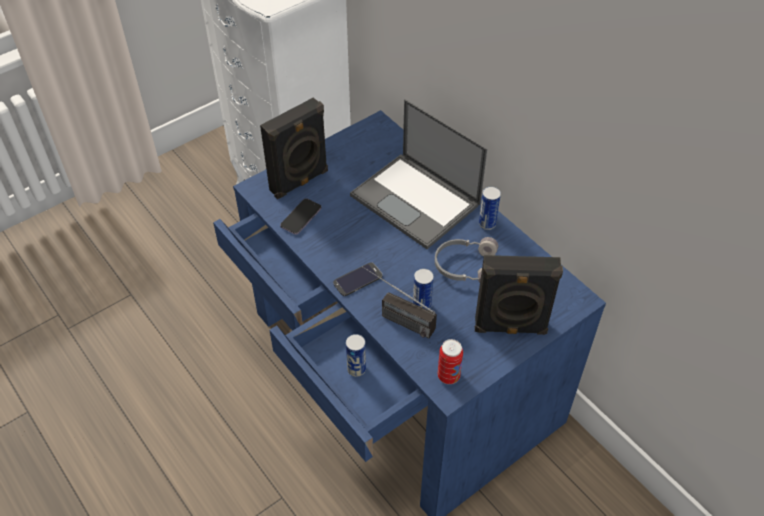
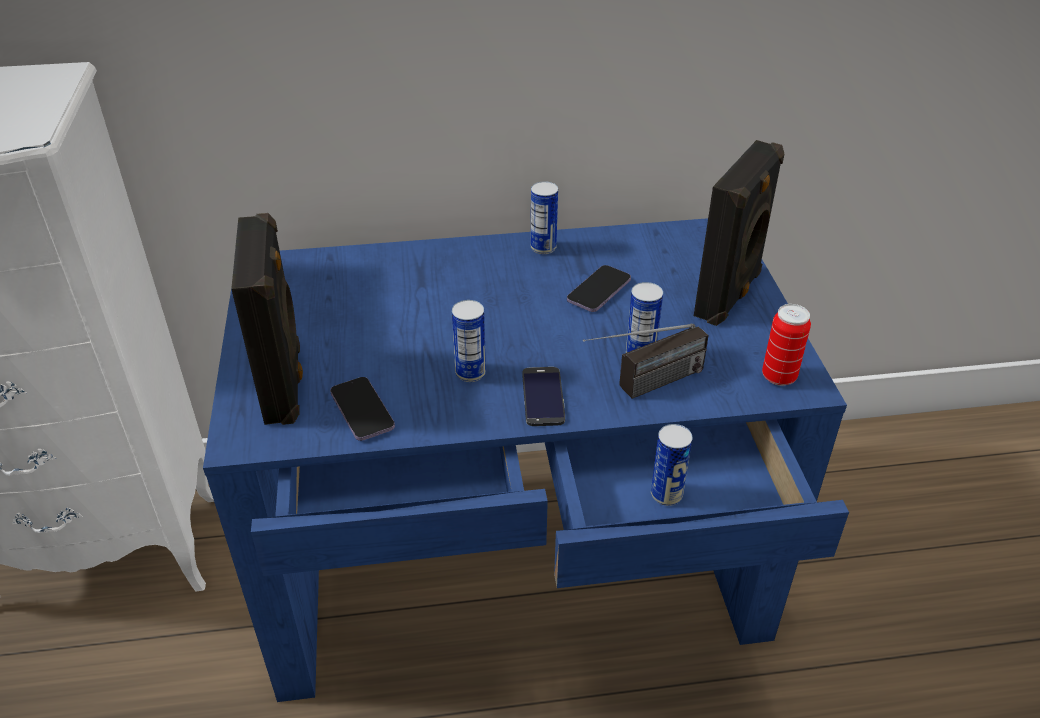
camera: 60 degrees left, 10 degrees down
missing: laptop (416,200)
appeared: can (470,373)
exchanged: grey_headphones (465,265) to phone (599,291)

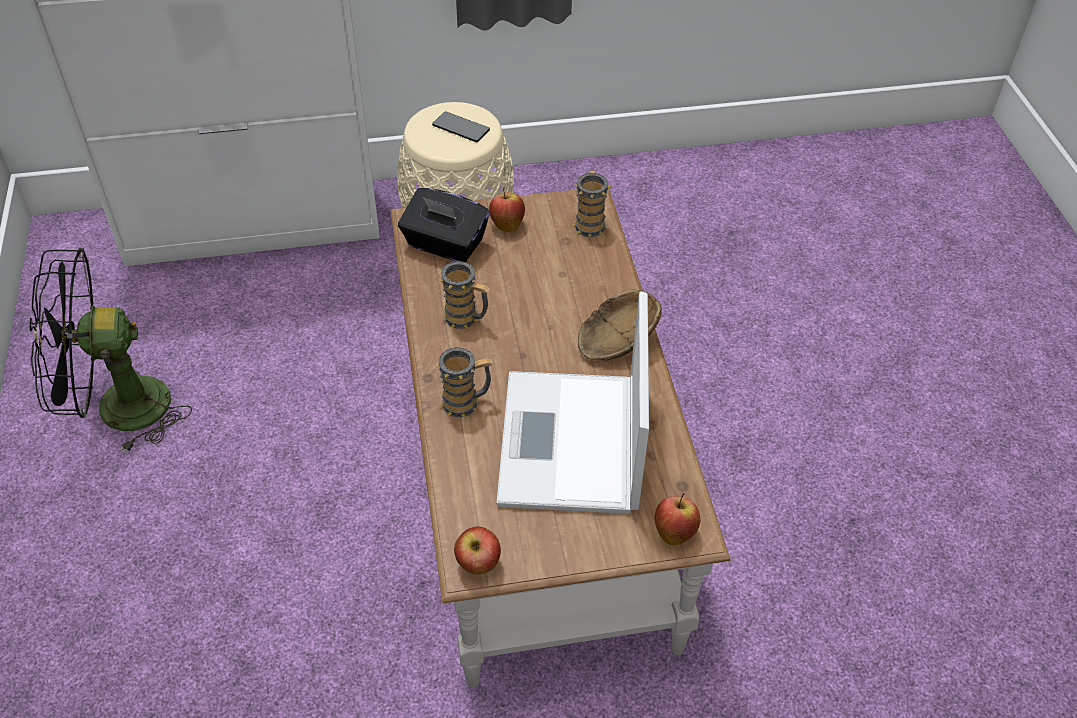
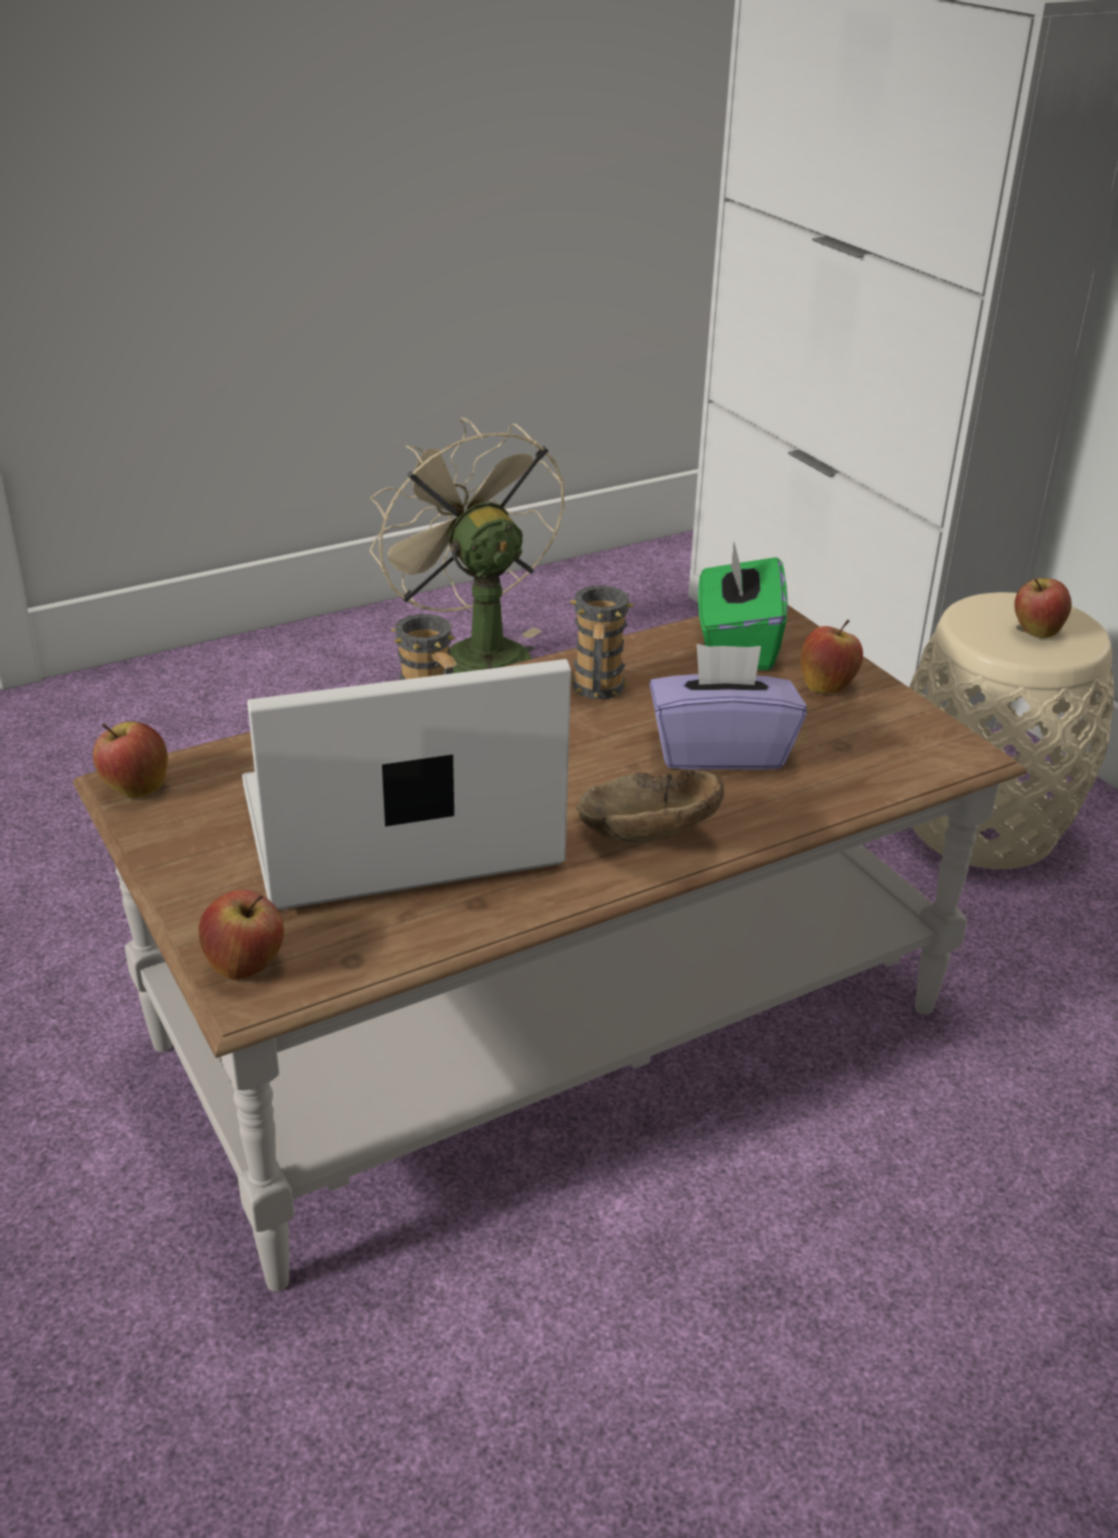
camera: 70 degrees right, 15 degrees down
missing: mug (590,222)
appeared: purple_tissue_box (720,751)
exchanged: phone (461,128) to apple (1036,632)
colour: black_fan (117,409) to beige_fan (473,654); black_tissue_box (444,244) to green_tissue_box (736,645)

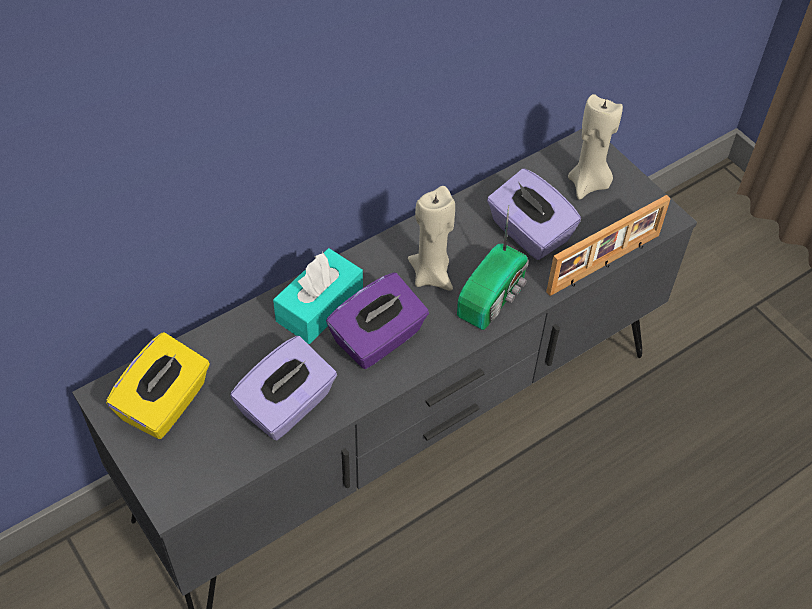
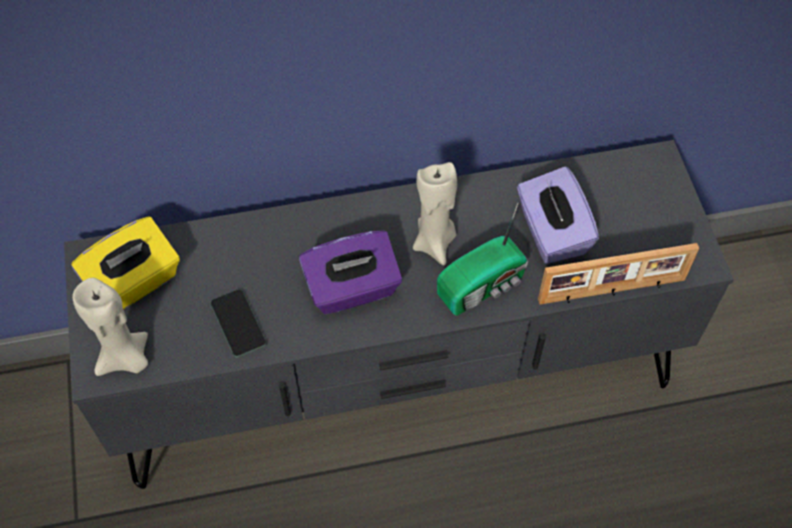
camera: 25 degrees right, 5 degrees up
missing: turquoise_tissue_box (319,306)
relocated: beige_candle (588,184) to (126,359)
exchanged: purple_tissue_box (287,406) to phone (238,323)

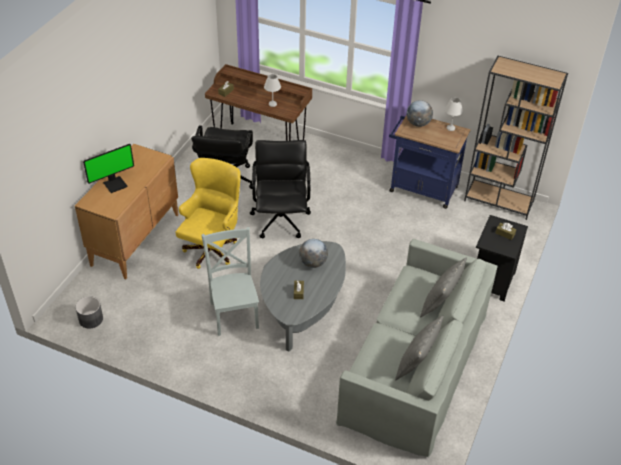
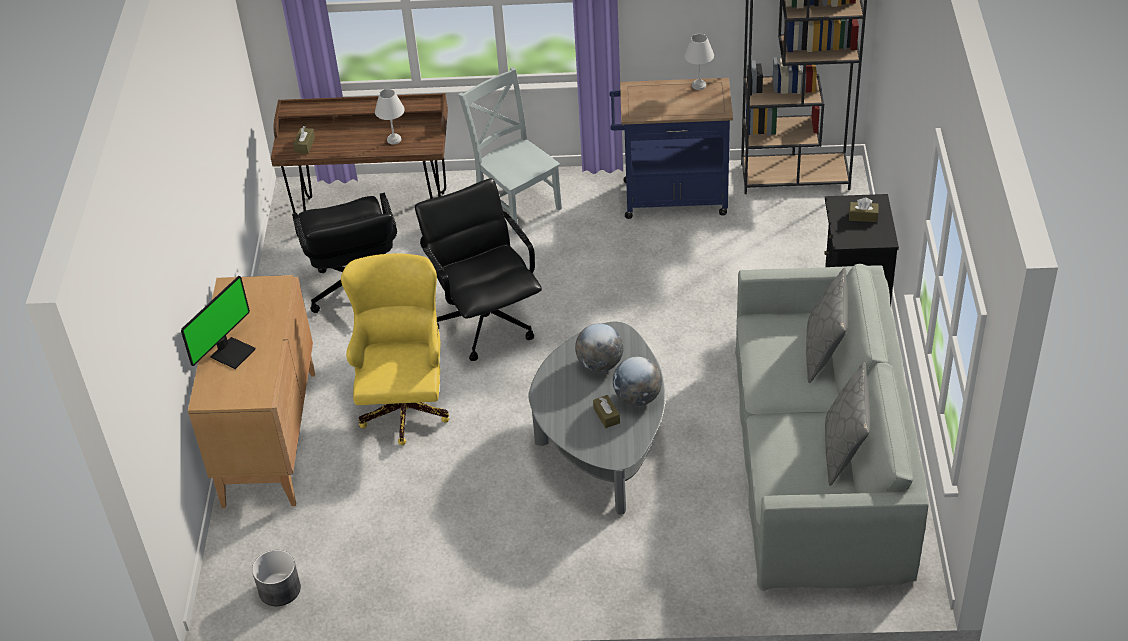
camera: 20 degrees left, 0 degrees up
relocated: grey_chair (234,313) to (517,203); globe (418,124) to (638,398)

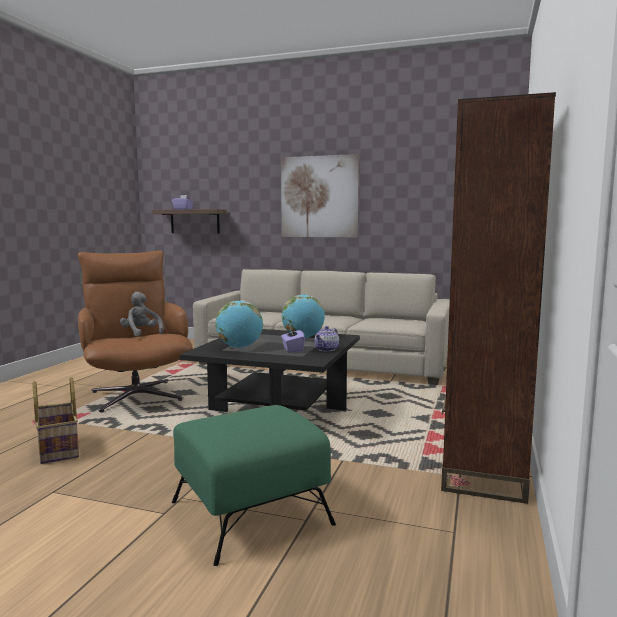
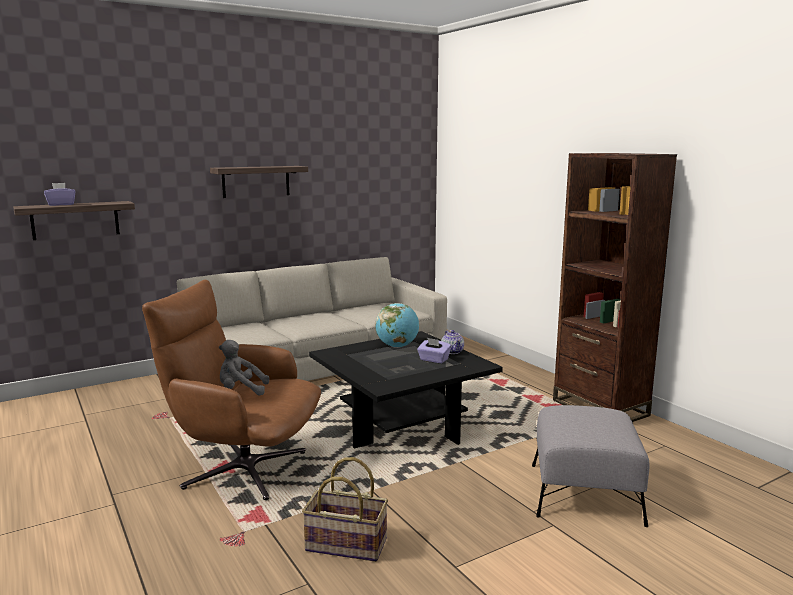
camera: 50 degrees left, 5 degrees up
missing: globe (240,347)
exchanged: picture (319,197) to shelf (256,181)
colour: green_ottoman (249,513) to grey_ottoman (584,494)

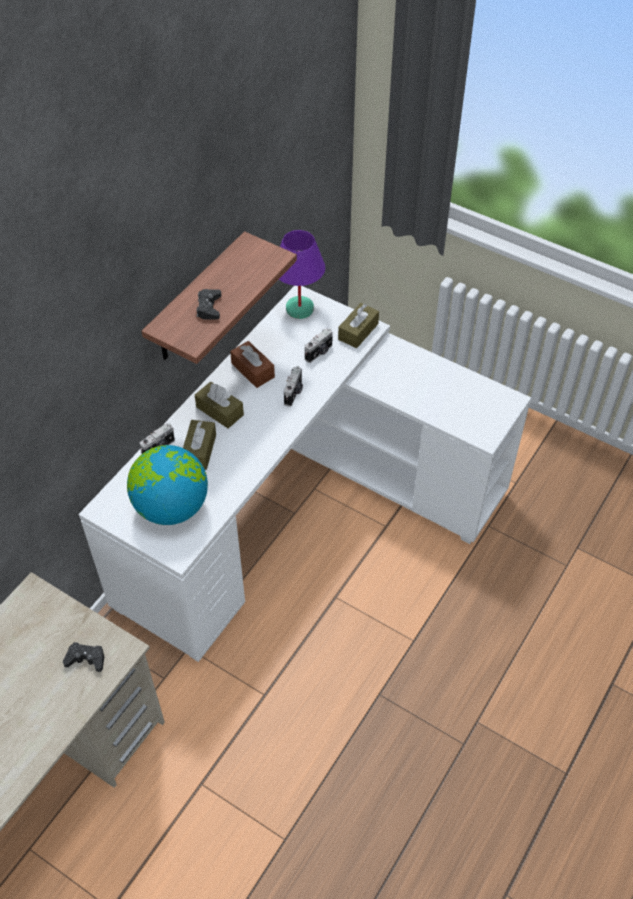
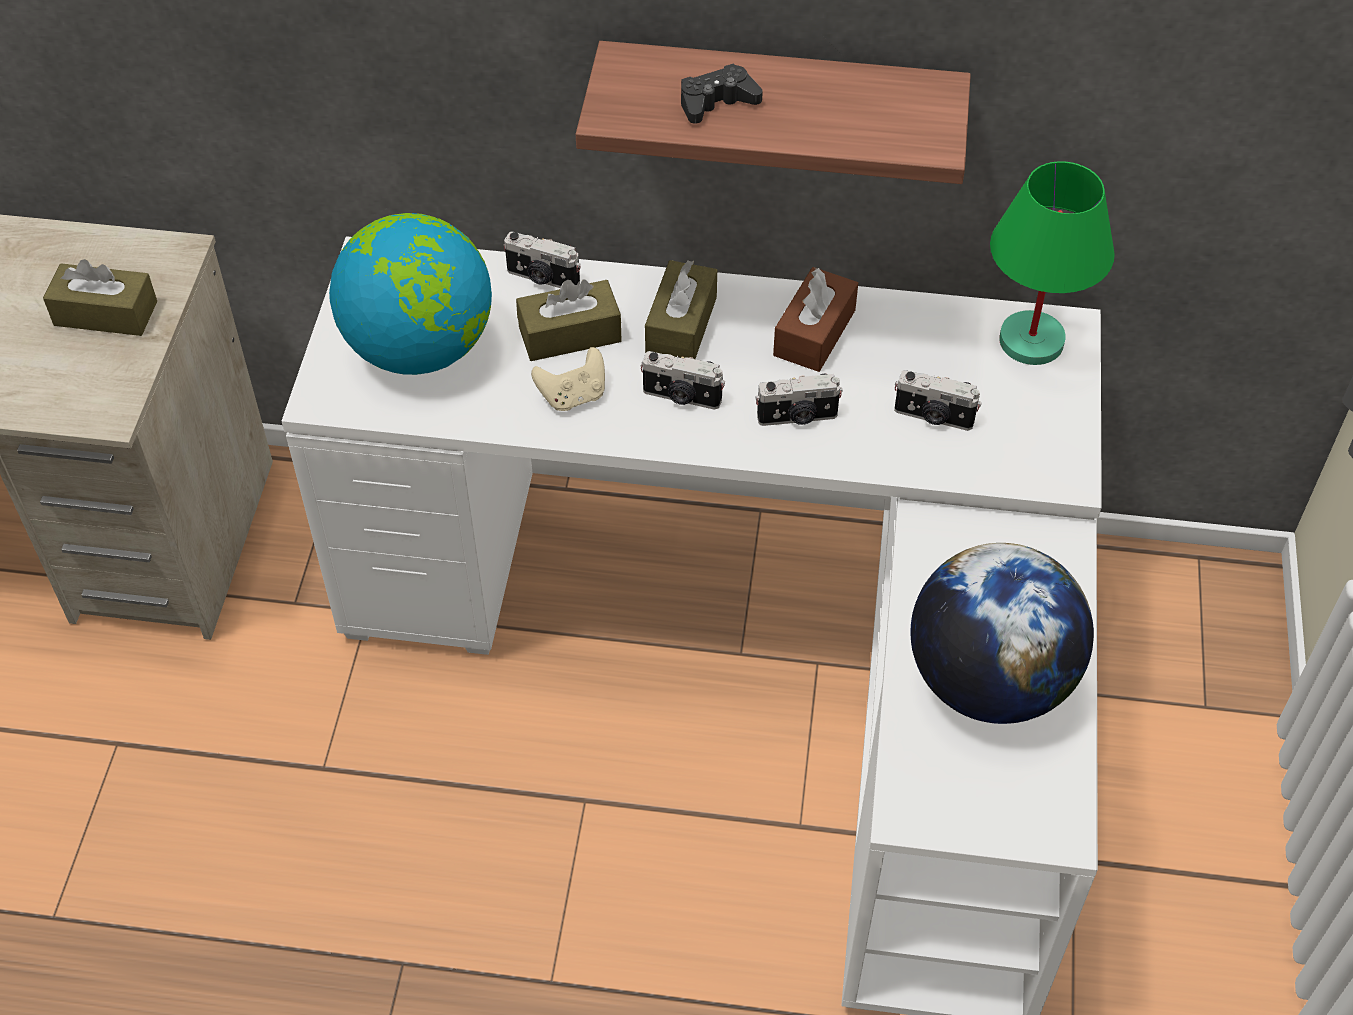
camera: 65 degrees right, 0 degrees up
missing: black_game_controller (86,659)
appeared: beige_game_controller (573,396); photo_camera (681,397); globe (989,682)
relocated: brown_tissue_box (358,331) to (105,313)
colour: purple_table_lamp (299,308) to green_table_lamp (1032,340)

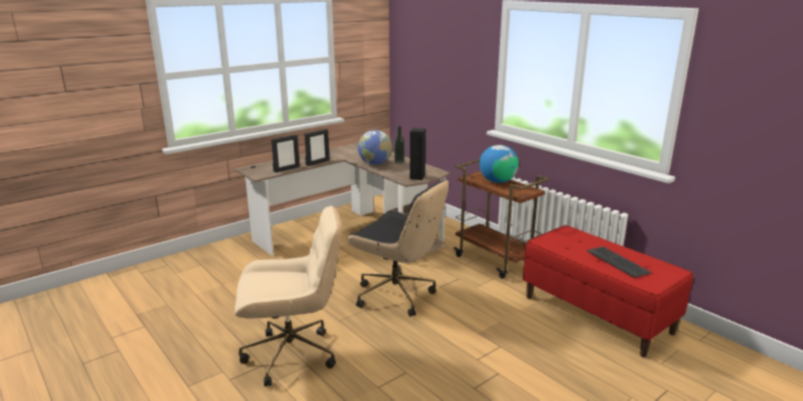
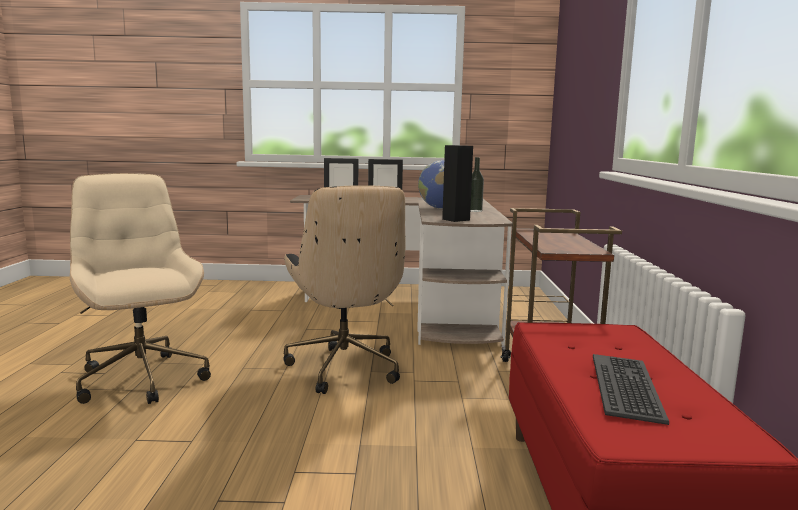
camera: 40 degrees right, 10 degrees down
missing: globe (497,181)
spun: beige_office_chair (294,355) = (141,377) 150 degrees counterclockwise

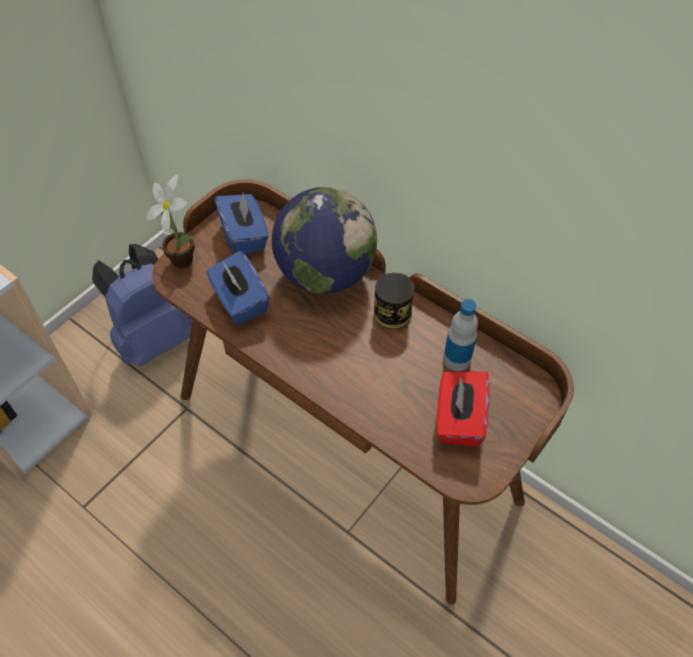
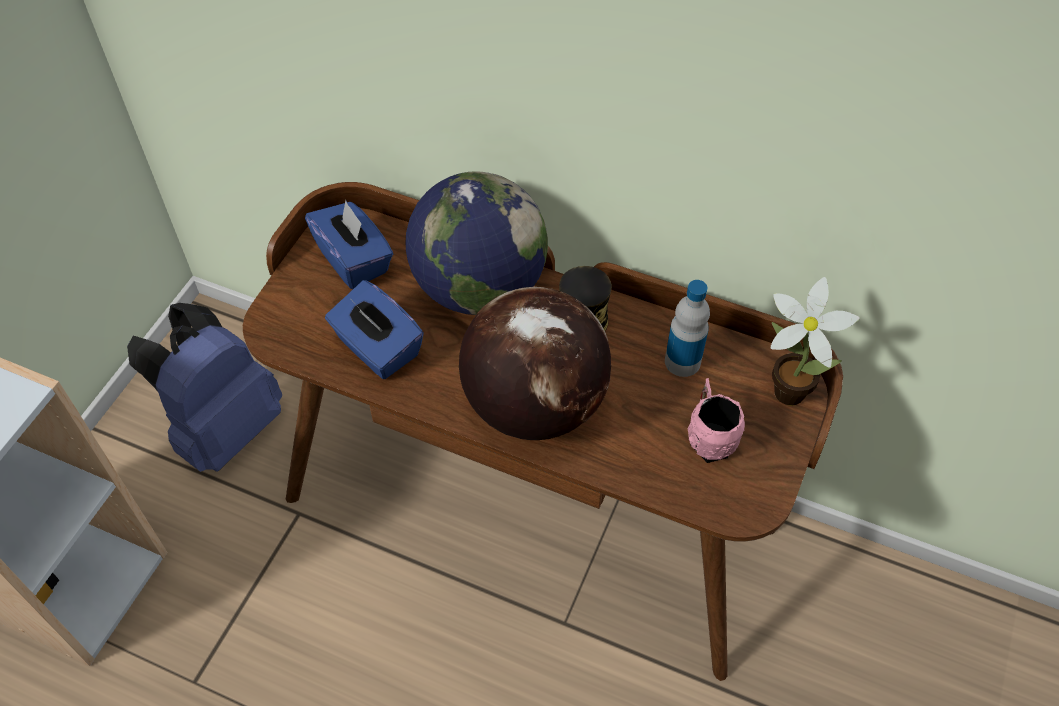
camera: 15 degrees left, 0 degrees up
appeared: globe (533,405)
relocated: potted_plant (181,257) to (785,388)
exchanged: red_tissue_box (458,420) to pink_mug (709,437)

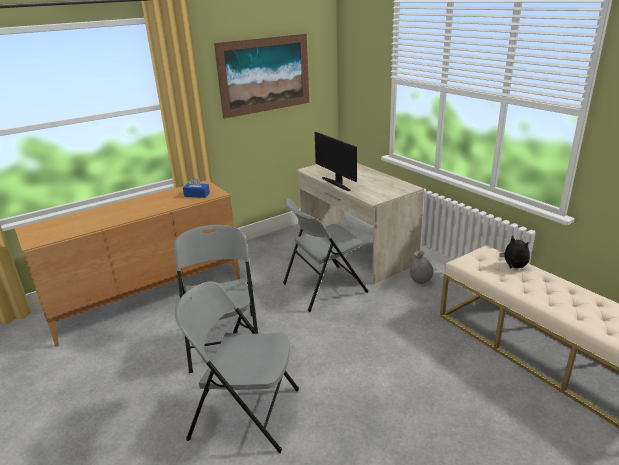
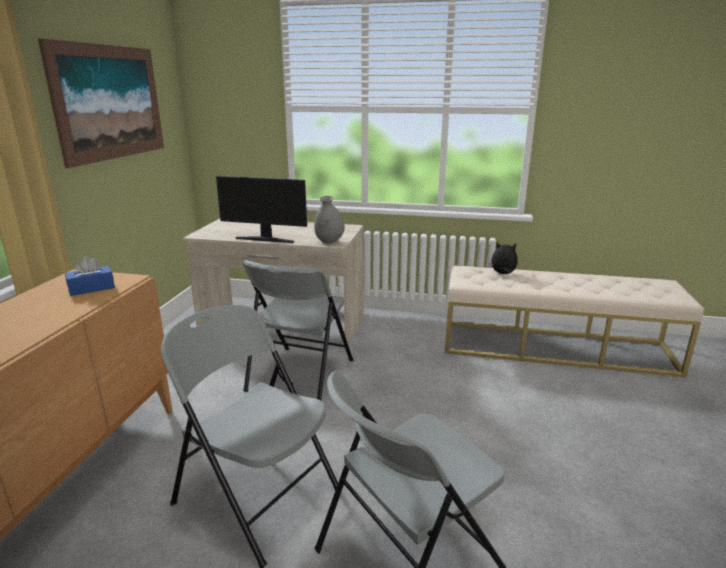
camera: 45 degrees left, 5 degrees down
relocated: grey_vase (420,281) to (329,242)

